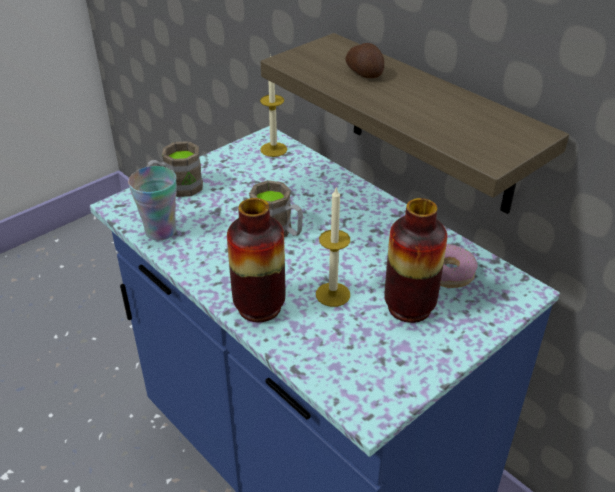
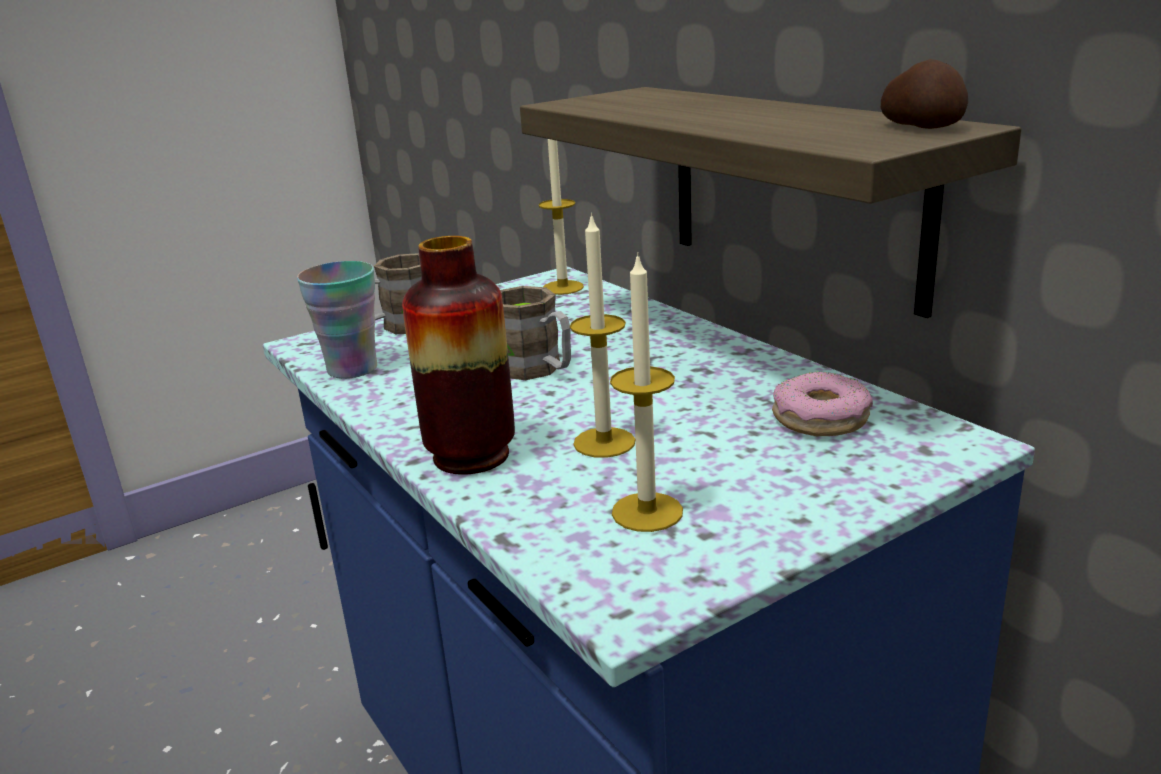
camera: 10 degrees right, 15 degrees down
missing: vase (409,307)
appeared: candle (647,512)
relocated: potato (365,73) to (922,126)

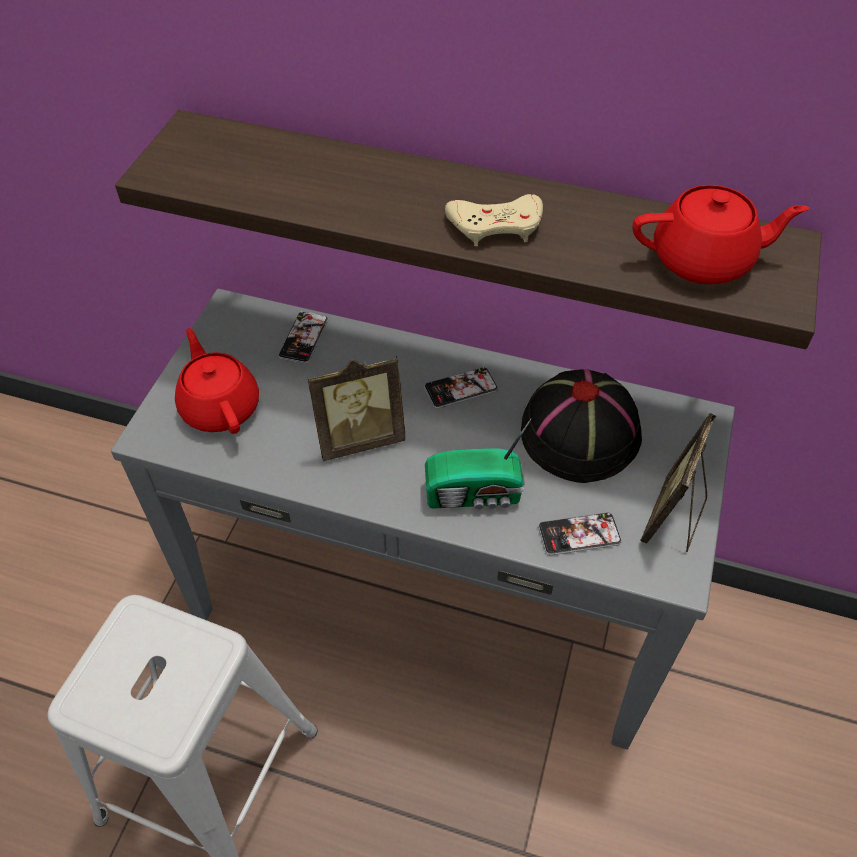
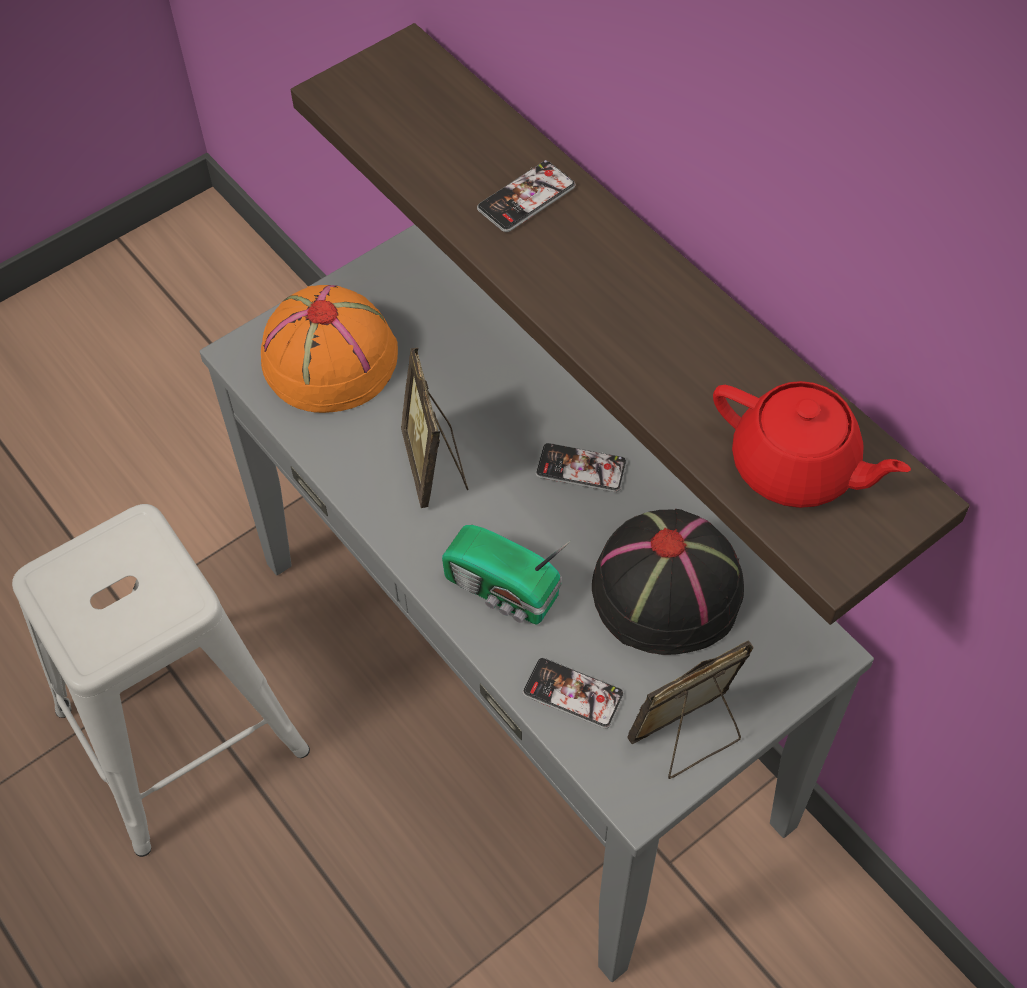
camera: 35 degrees right, 5 degrees up
missing: beige_game_controller (496,225)
relocated: phone (303,338) to (526,198)
exchanged: red_teapot (220,406) to orange_hat (328,358)
spun: picture_frame (359,438) = (435,466) 60 degrees clockwise

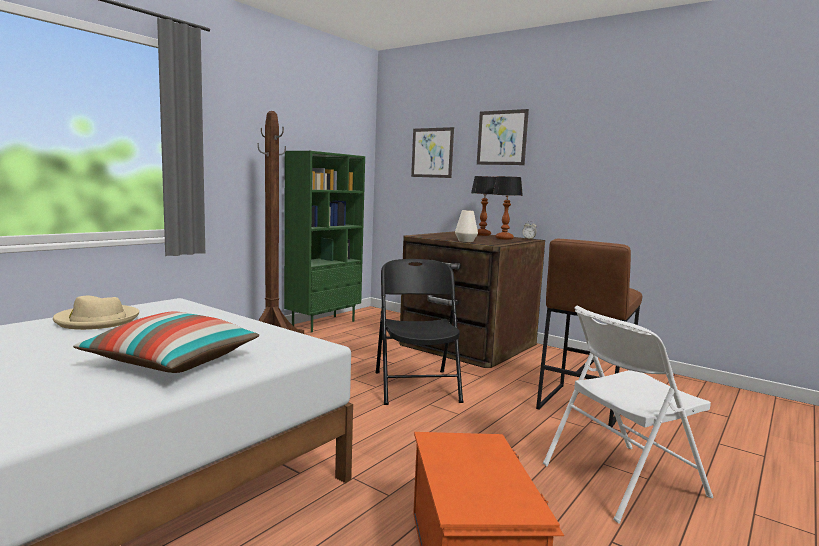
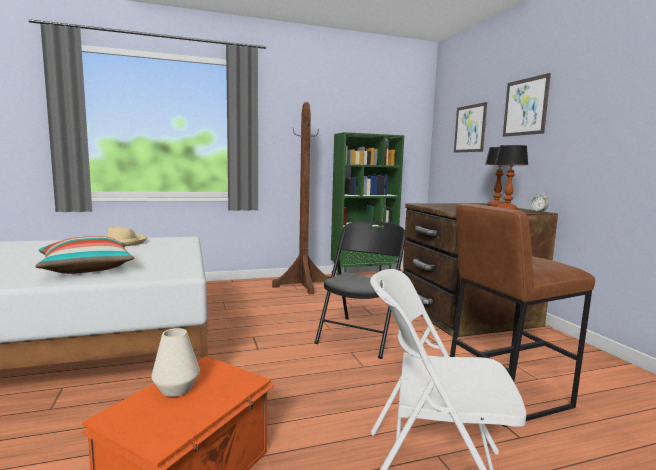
camera: 35 degrees right, 0 degrees up
relocated: white_vase (465,241) to (176,389)

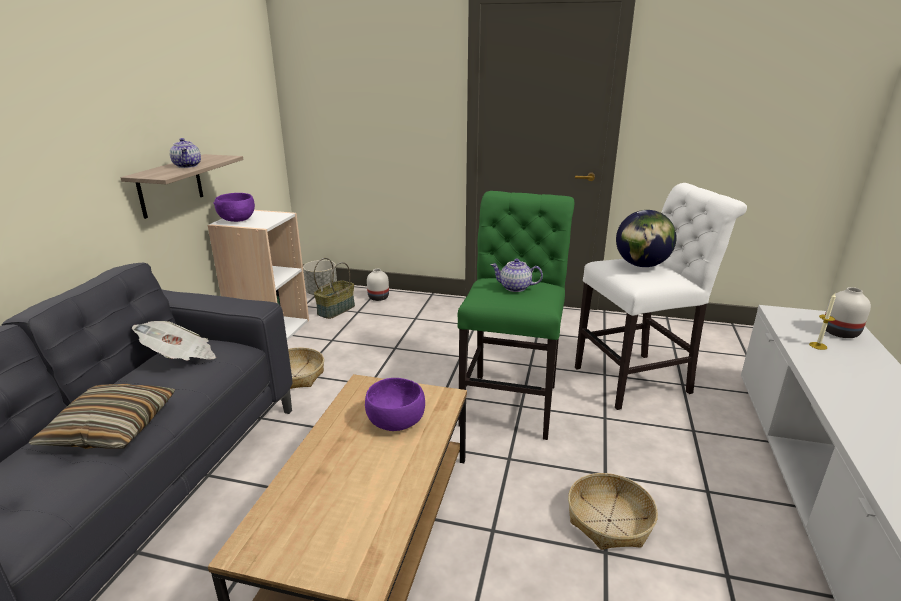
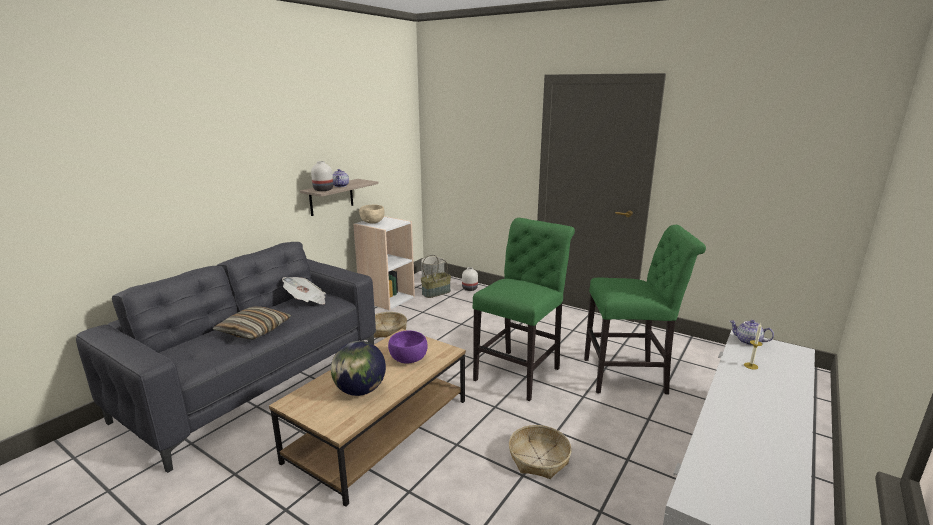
camera: 20 degrees right, 5 degrees down
relocated: teapot (515,288) to (748,341); globe (641,265) to (360,391); white_vase (839,332) to (323,189)
colour: purple_bowl (237,219) to beige_bowl (372,222); white_stool (638,380) to green_stool (629,377)

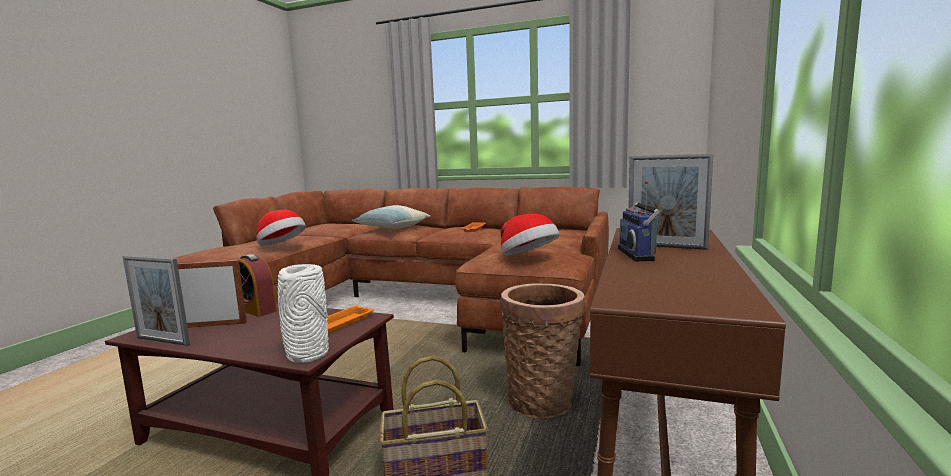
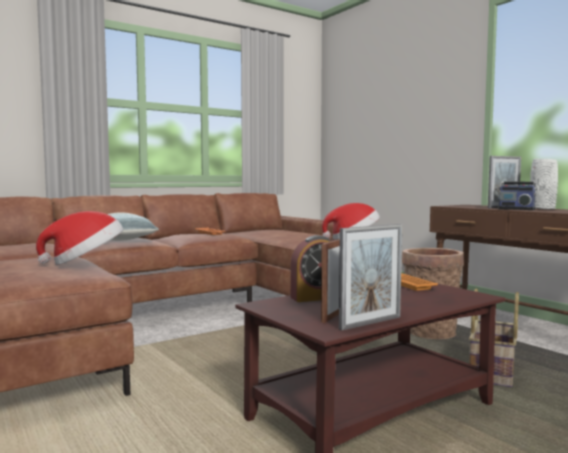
camera: 55 degrees left, 5 degrees down
relocated: white_vase (306,355) to (543,208)

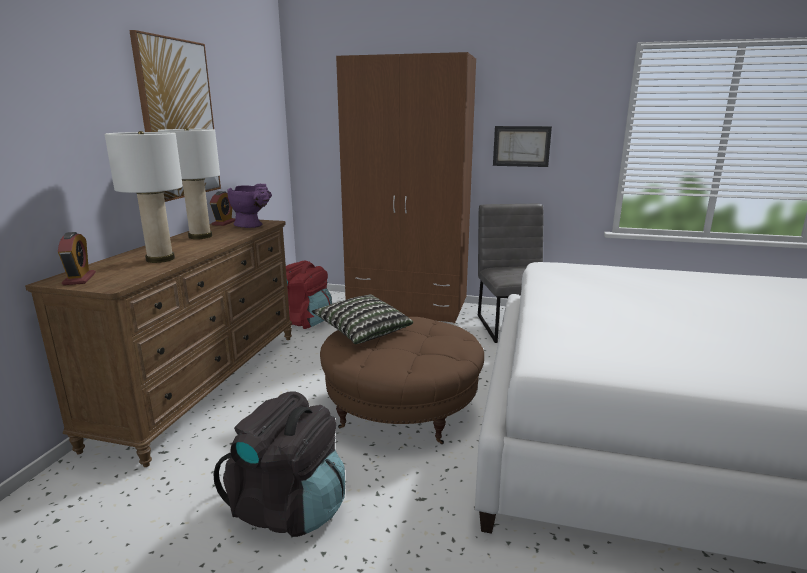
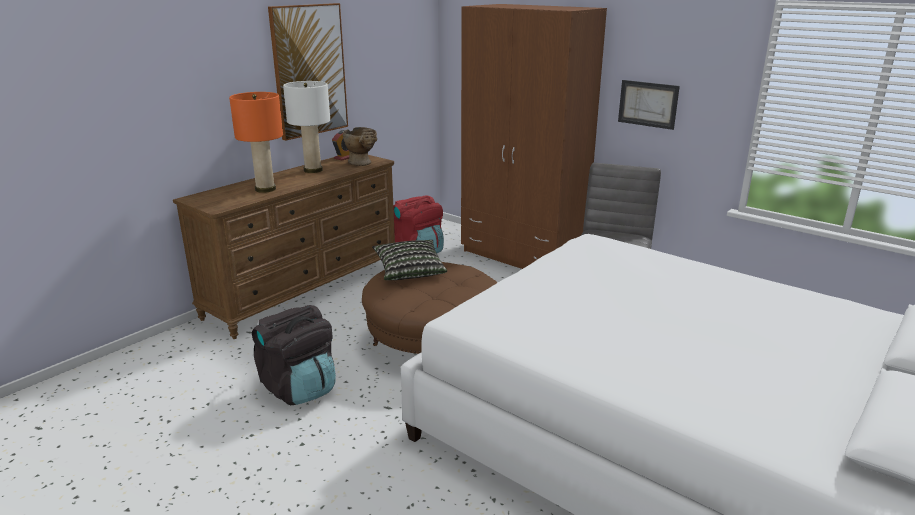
camera: 25 degrees right, 5 degrees up
missing: alarm_clock (79,279)
colour: white_table_lamp (161,259) to orange_table_lamp (266,189); purple_vase (253,226) to beige_vase (362,163)

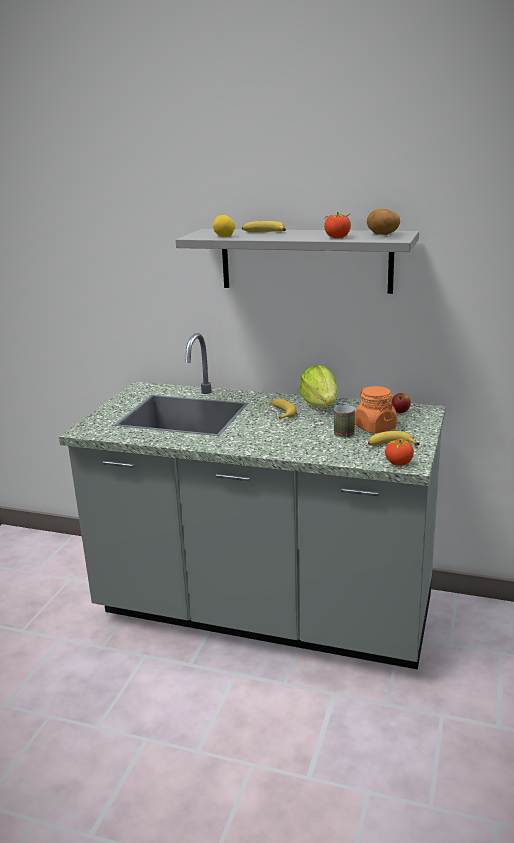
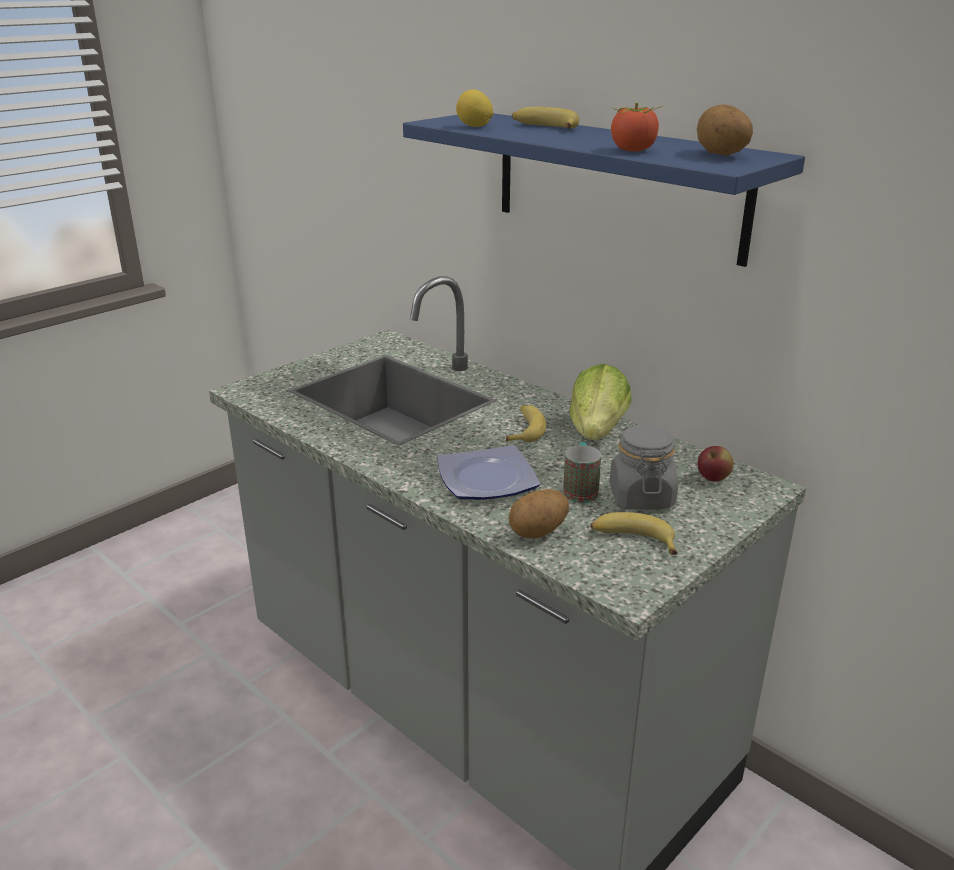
camera: 25 degrees right, 5 degrees up
missing: tomato (399,463)
appeared: plate (485,480); potato (538,533)
colour: grey_shelf (305,260) to blue_shelf (616,184); orange_jar (375,427) to grey_jar (641,497)

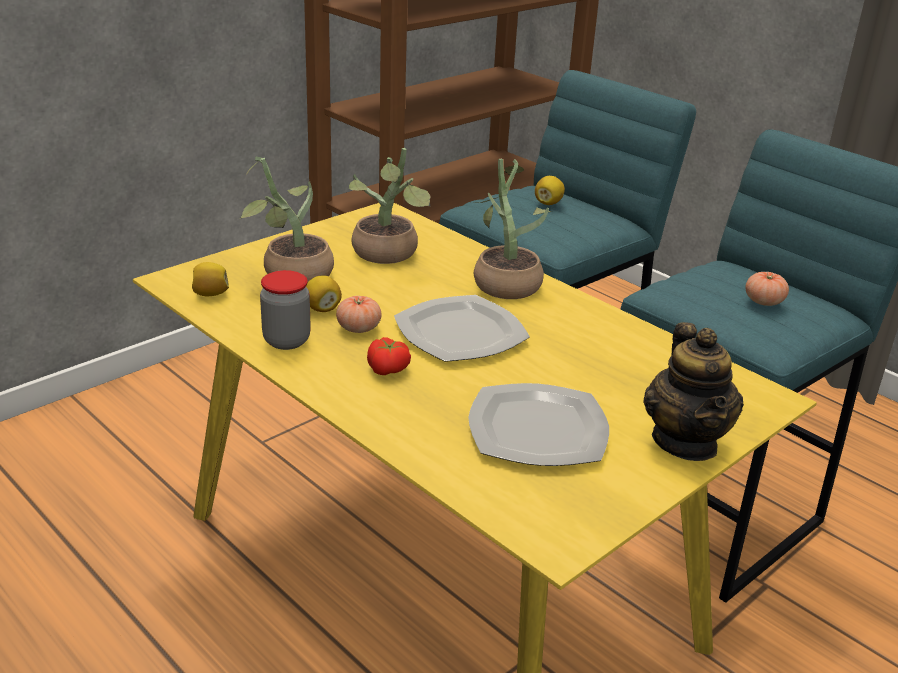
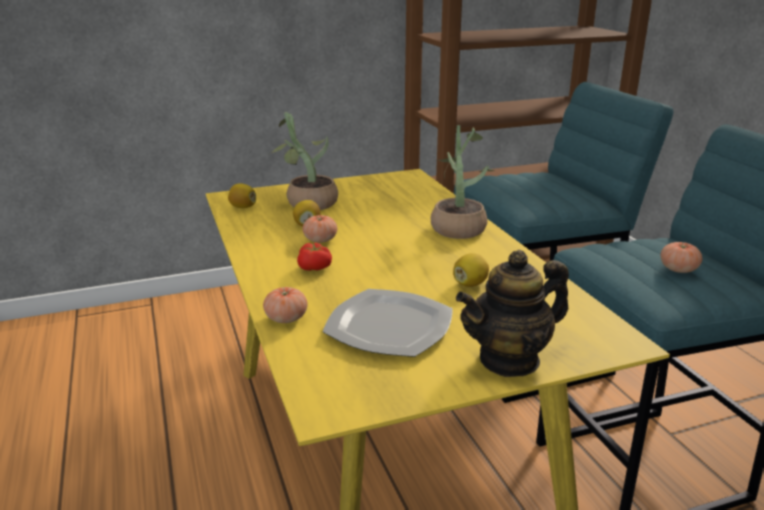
camera: 25 degrees right, 5 degrees down
missing: jar (286,340); potted_plant (388,255); plate (460,333)
appeared: tomato (286,318)
relocated: lemon (548,203) to (470,284)
spun: teapot (685,442) = (509,359) 45 degrees clockwise

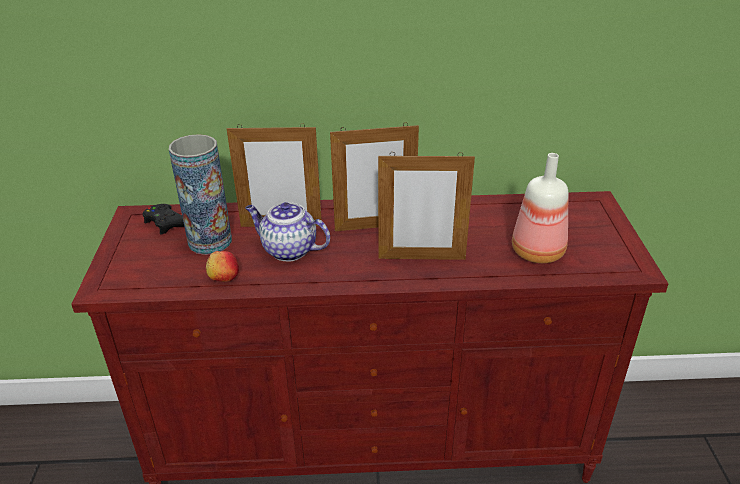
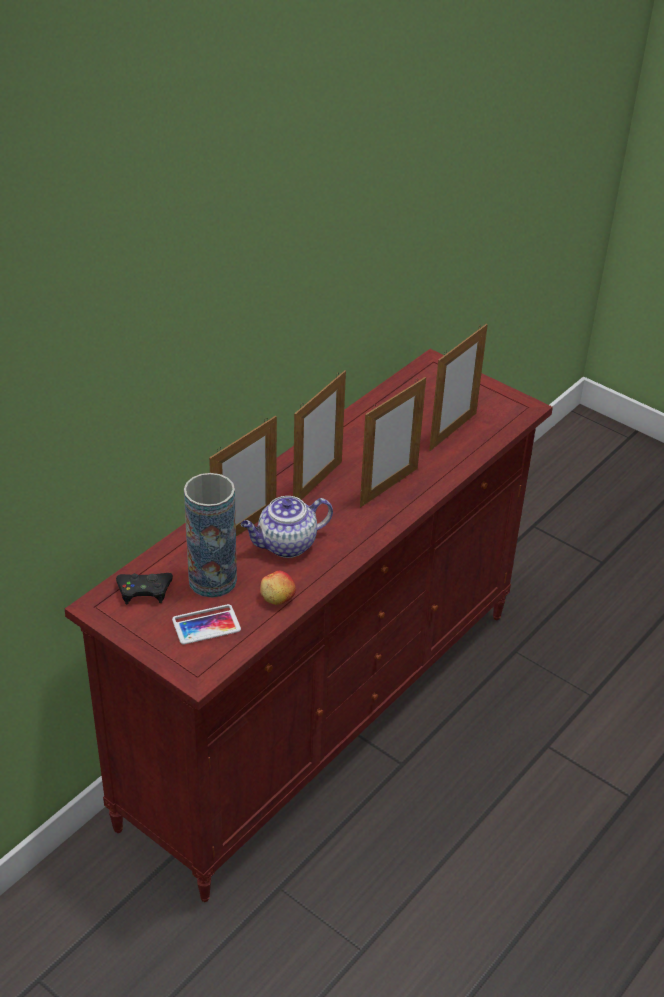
camera: 50 degrees left, 5 degrees up
appeared: phone (206,625)
exchanged: bottle (538,251) to picture_frame (453,431)

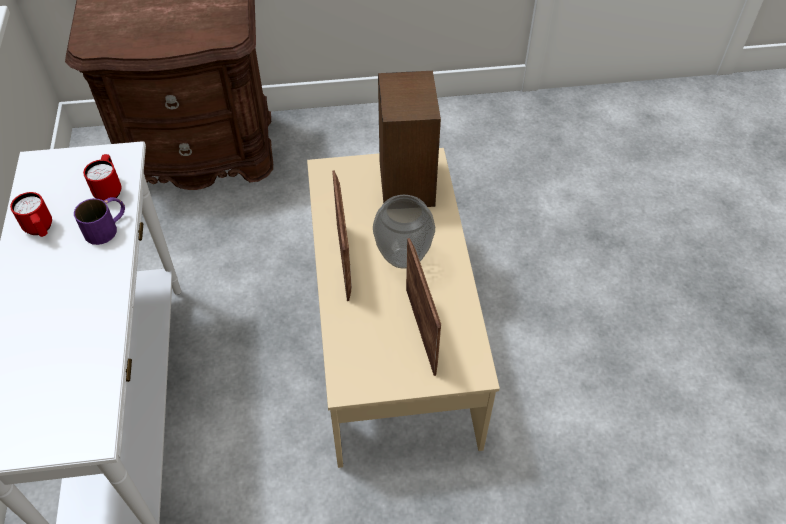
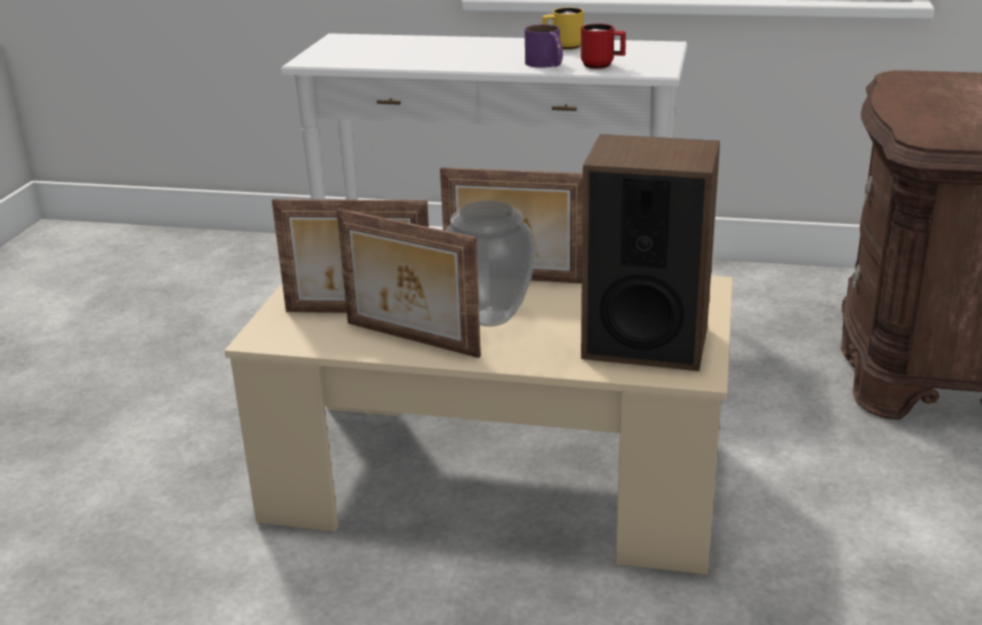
camera: 110 degrees right, 25 degrees down
appeared: picture_frame (410,340)
colour: red_mug (41,230) to yellow_mug (562,47)

